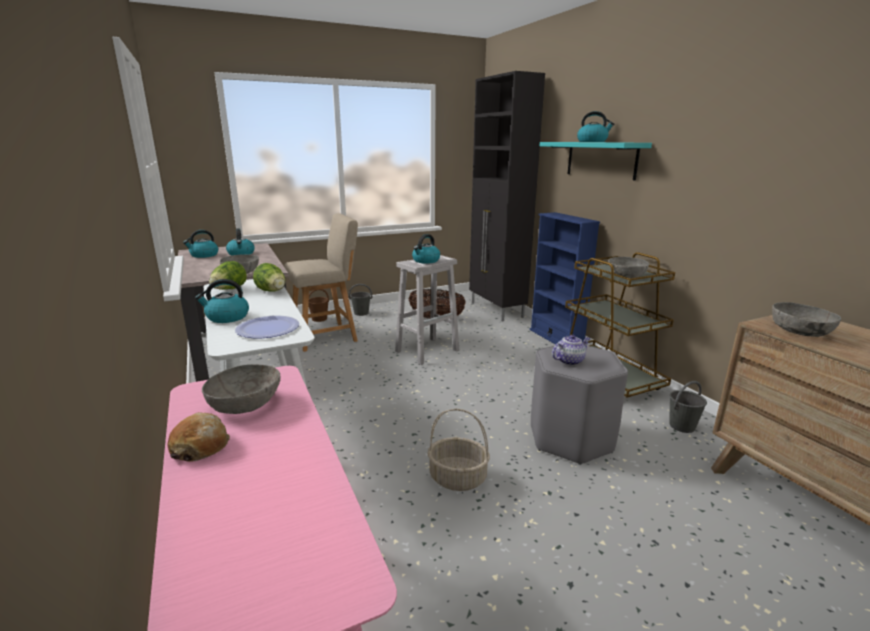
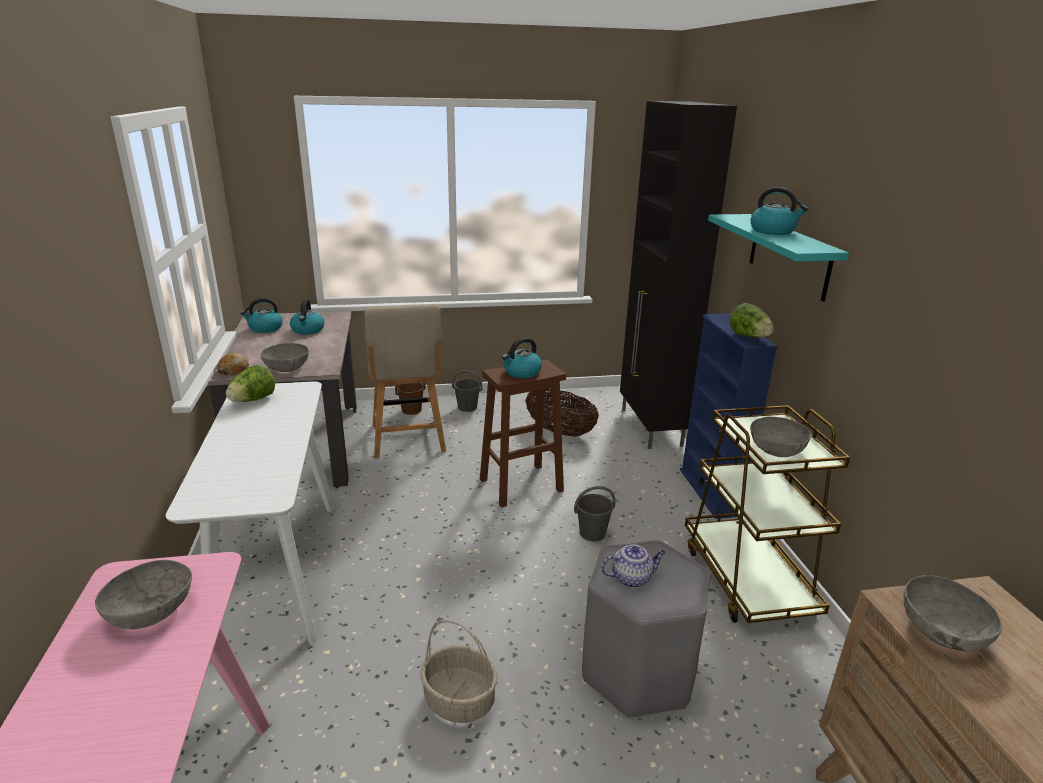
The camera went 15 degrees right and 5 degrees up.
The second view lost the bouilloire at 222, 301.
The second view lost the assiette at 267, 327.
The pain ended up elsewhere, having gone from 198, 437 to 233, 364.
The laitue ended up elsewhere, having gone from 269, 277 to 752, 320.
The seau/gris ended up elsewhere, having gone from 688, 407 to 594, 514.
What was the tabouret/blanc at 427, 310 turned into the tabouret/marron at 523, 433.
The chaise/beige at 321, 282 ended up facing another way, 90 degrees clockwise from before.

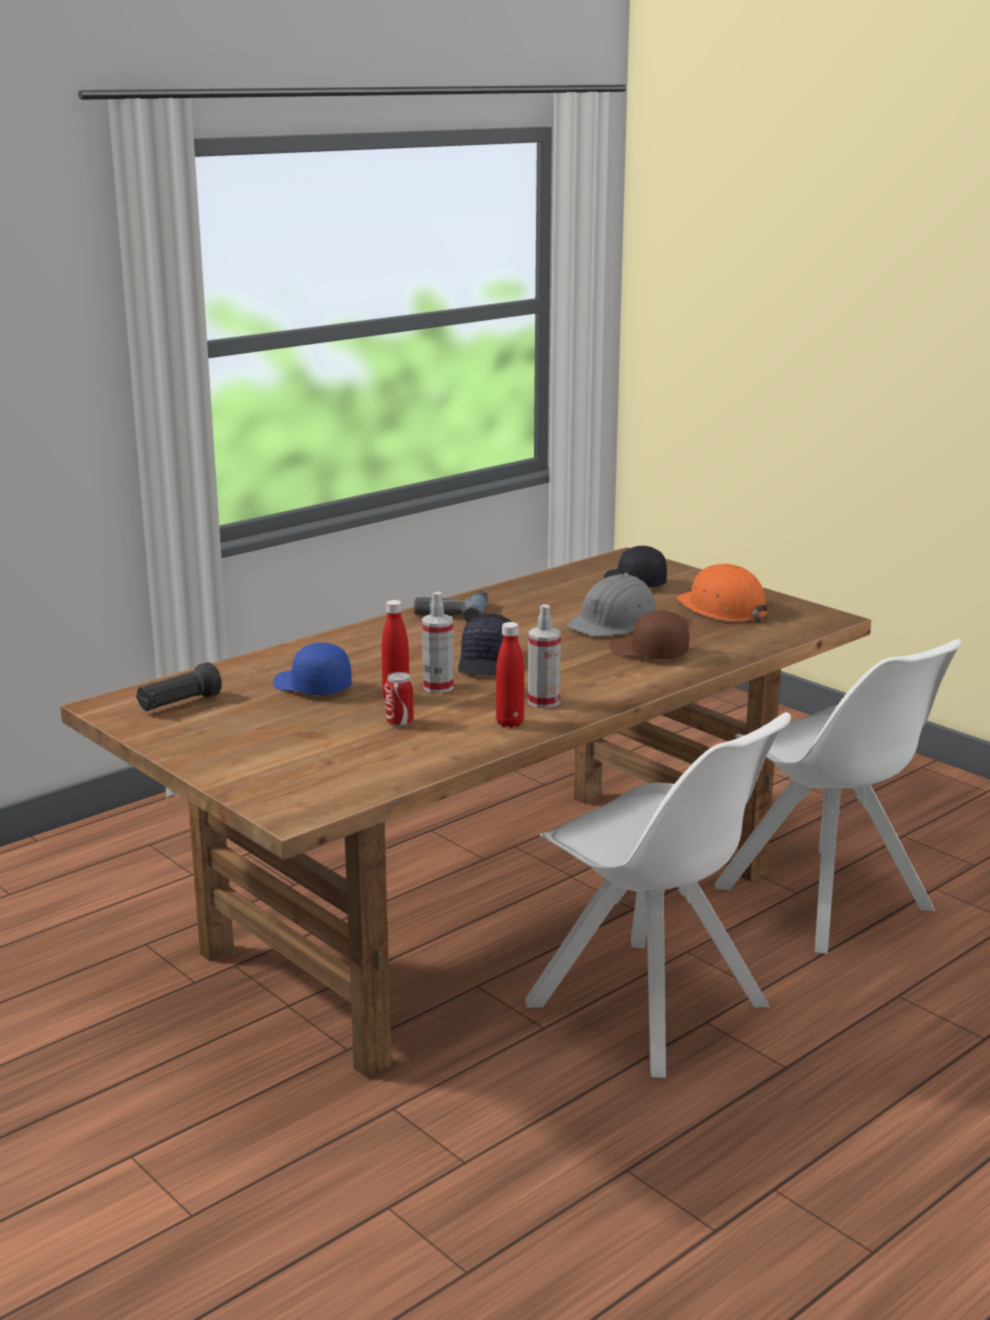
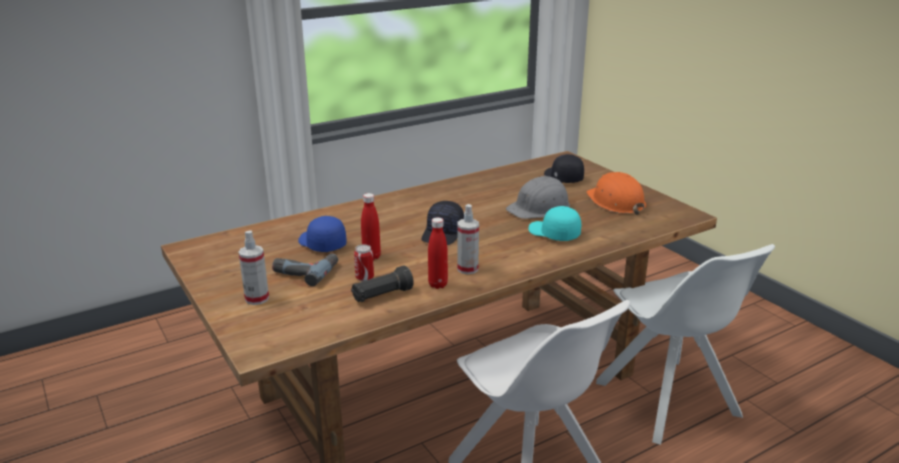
The camera went 10 degrees right and 5 degrees up.
The lampe de poche/noir ended up elsewhere, having gone from 179, 686 to 382, 284.
The perceuse ended up elsewhere, having gone from 451, 606 to 305, 269.
The vaporisateur ended up elsewhere, having gone from 438, 642 to 253, 267.
What was the casquette/marron at 649, 634 turned into the casquette/turquoise at 554, 223.

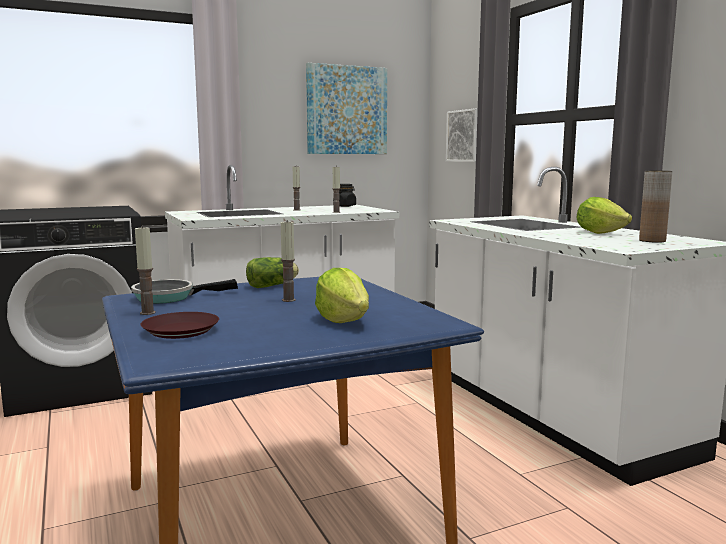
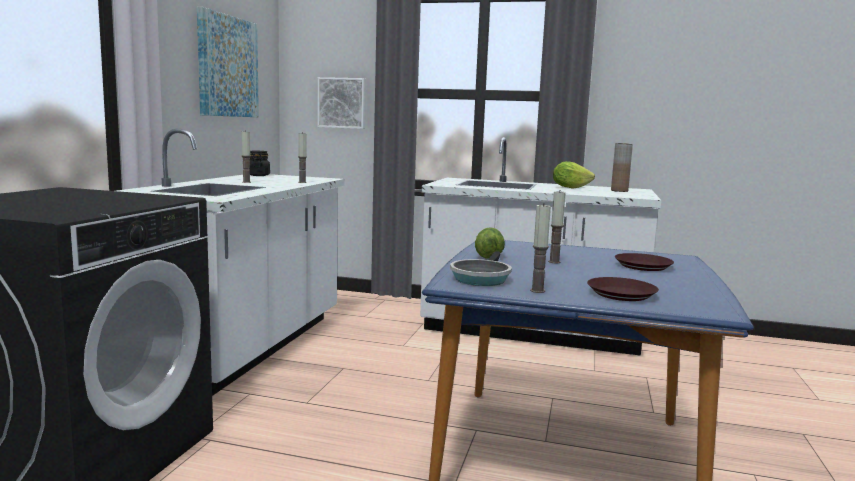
The camera went 50 degrees left and 0 degrees up.
Where the laitue stood at 342, 295, the assiette/marron came to stand at 644, 262.

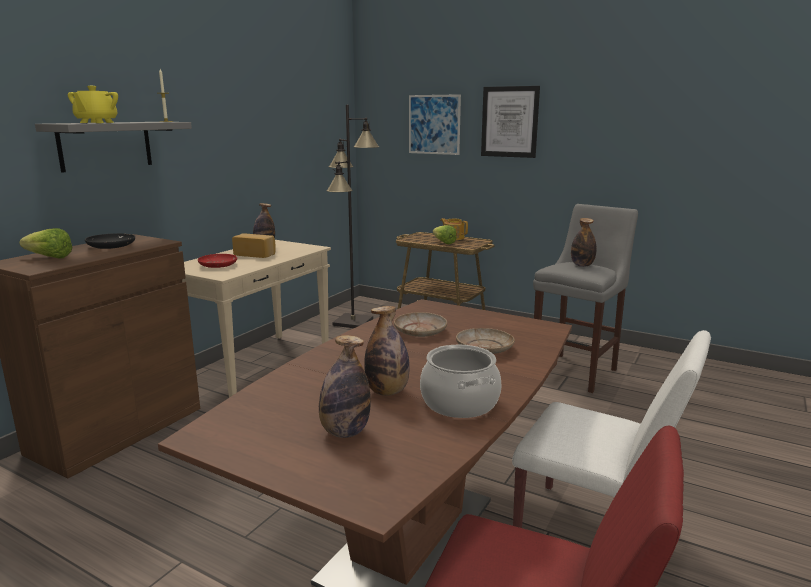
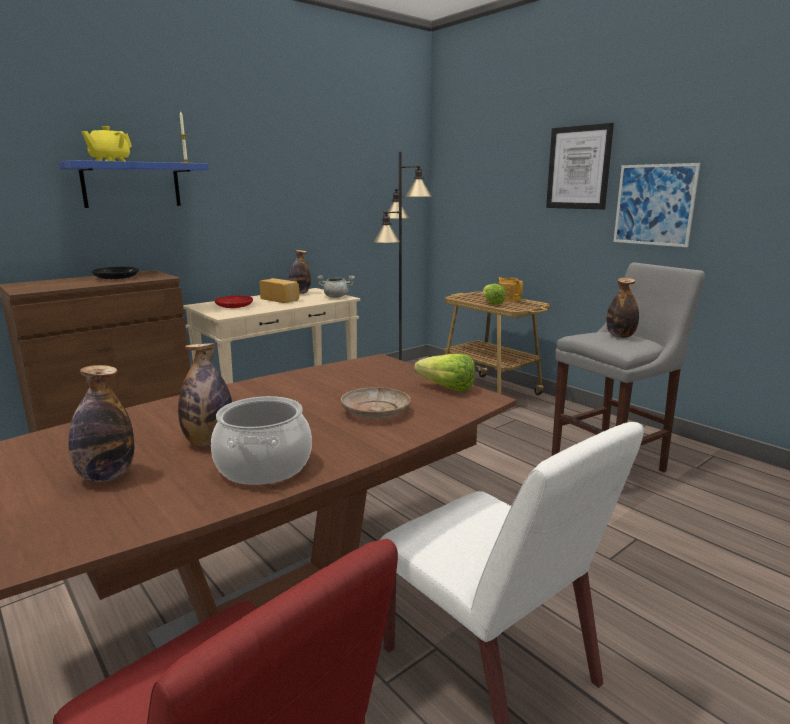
The camera went 20 degrees right and 0 degrees up.
The second view lost the assiette/beige at 420, 324.
The second view gained the marmite/gris at 336, 286.
The laitue ended up elsewhere, having gone from 46, 243 to 444, 373.
The tableau ended up elsewhere, having gone from 435, 124 to 656, 205.
What was the étagère/gris at 113, 147 turned into the étagère/bleu at 134, 184.

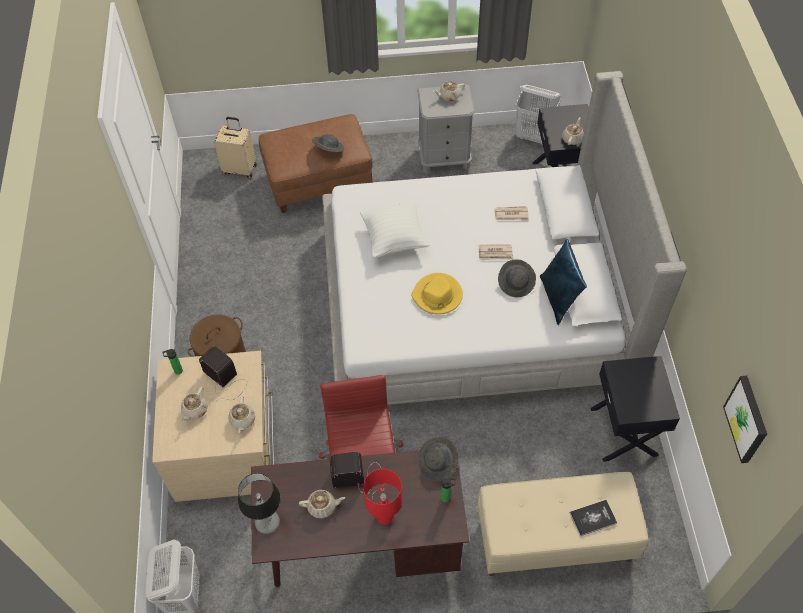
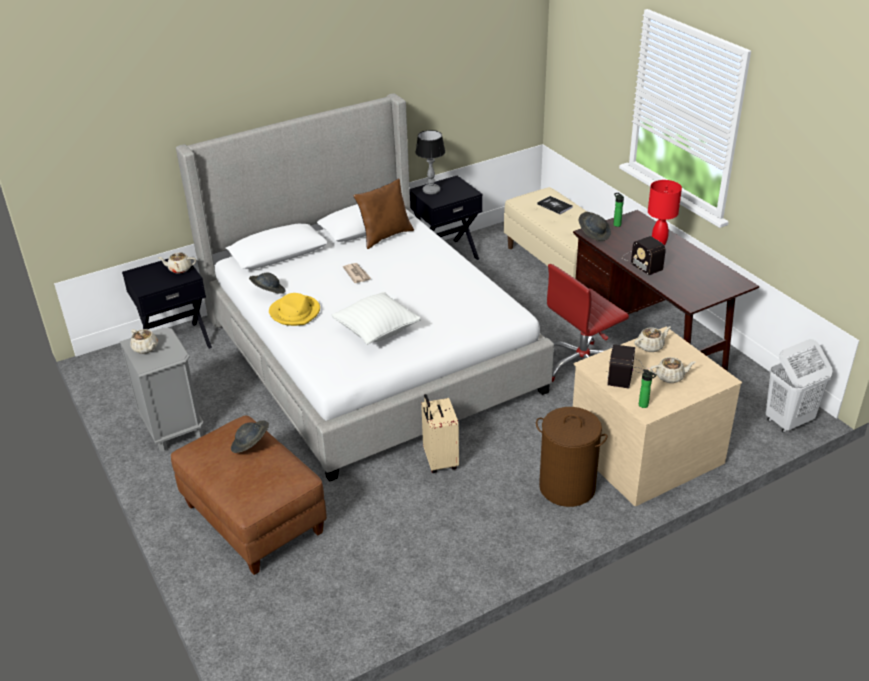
The camera went 115 degrees left and 20 degrees down.
The second view lost the théière/beige at 322, 504.
The second view lost the journal at 511, 212.
The second view lost the panier à linge/blanc at 538, 115.
The second view lost the tableau at 745, 419.
The valise/beige ended up elsewhere, having gone from 235, 147 to 440, 433.
The lampe de table ended up elsewhere, having gone from 259, 503 to 430, 162.
The chapeau/jaune ended up elsewhere, having gone from 437, 294 to 294, 309.
The chapeau/gris ended up elsewhere, having gone from 517, 278 to 267, 283.
What was the coussin/bleu at 563, 282 turned into the coussin/marron at 383, 213.

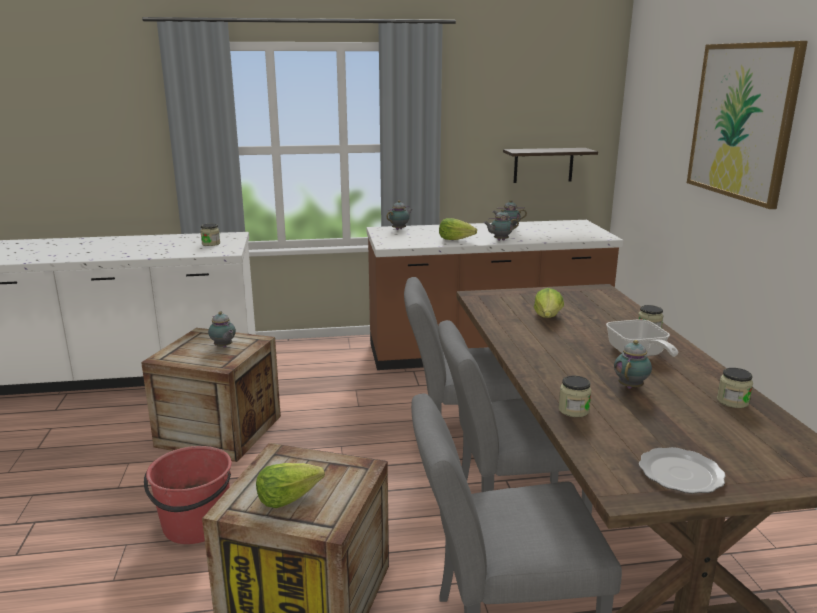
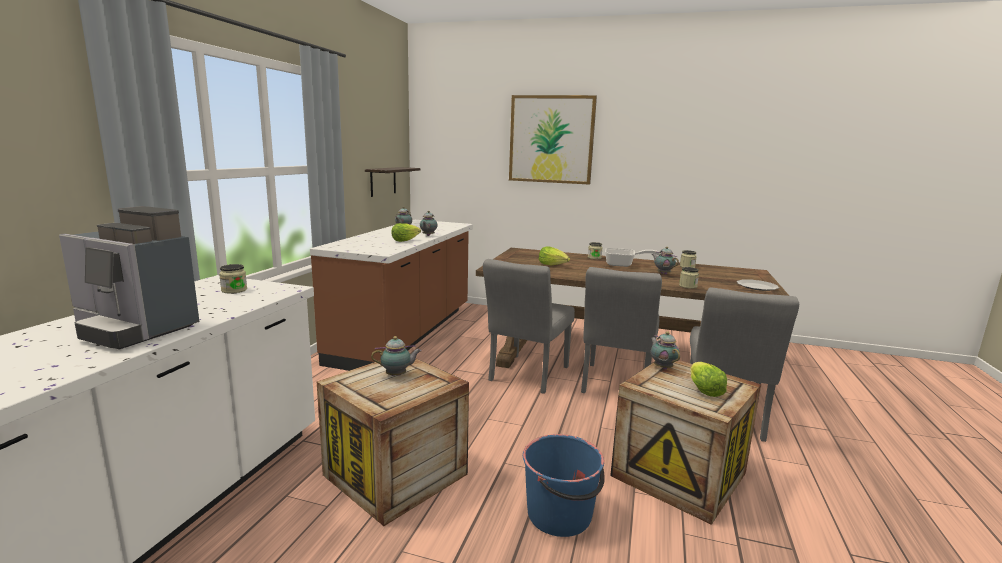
The camera went 65 degrees left and 5 degrees down.
The second view gained the machine à café at 129, 278.
The théière ended up elsewhere, having gone from 400, 215 to 665, 350.
What was the seau/rouge at 188, 495 turned into the seau/bleu at 564, 485.

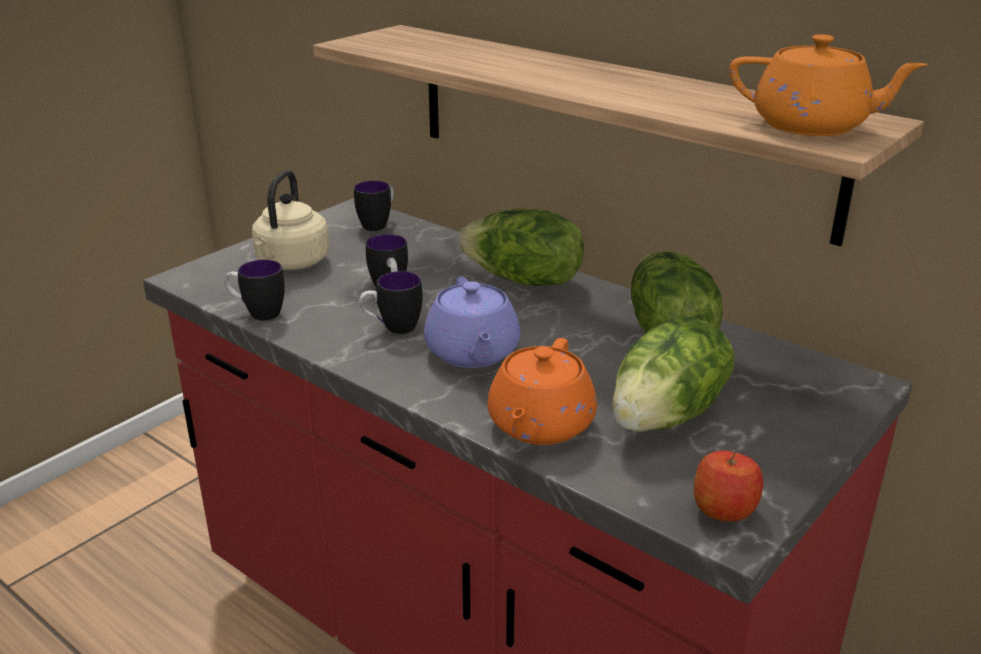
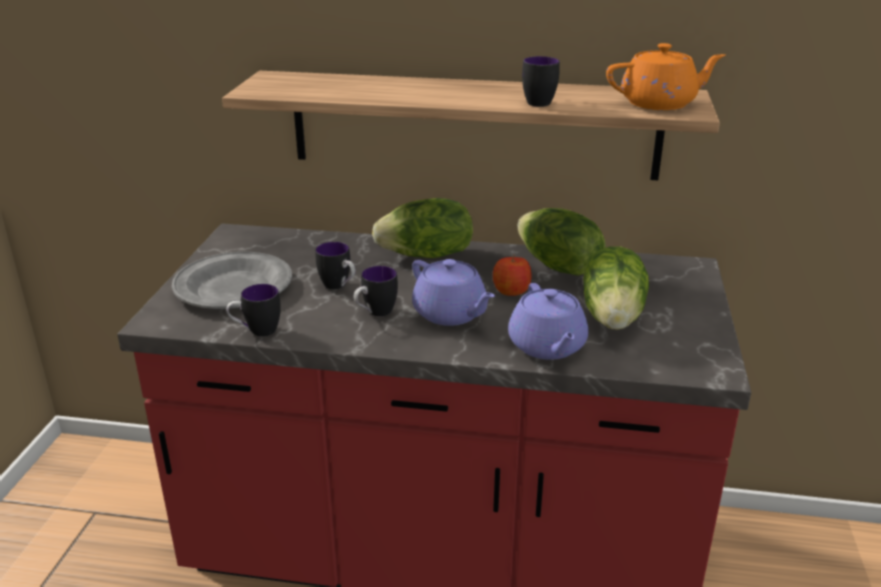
The camera went 30 degrees left and 0 degrees up.
The mug ended up elsewhere, having gone from 374, 206 to 541, 81.
The pomme ended up elsewhere, having gone from 728, 486 to 512, 276.
Where the bouilloire/beige stood at 291, 220, the assiette/gris came to stand at 232, 280.
What was the théière/orange at 542, 391 turned into the théière/violet at 548, 321.

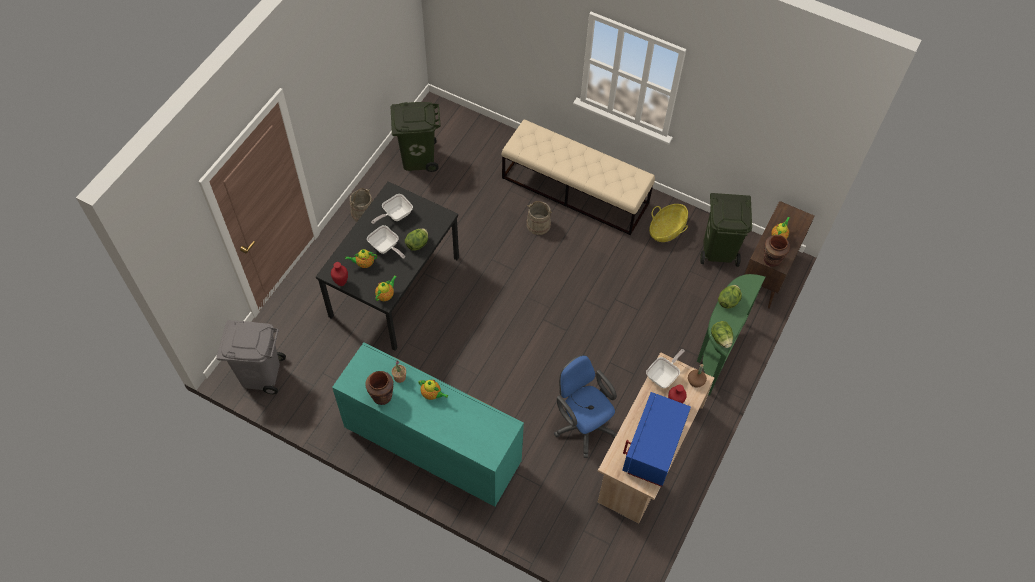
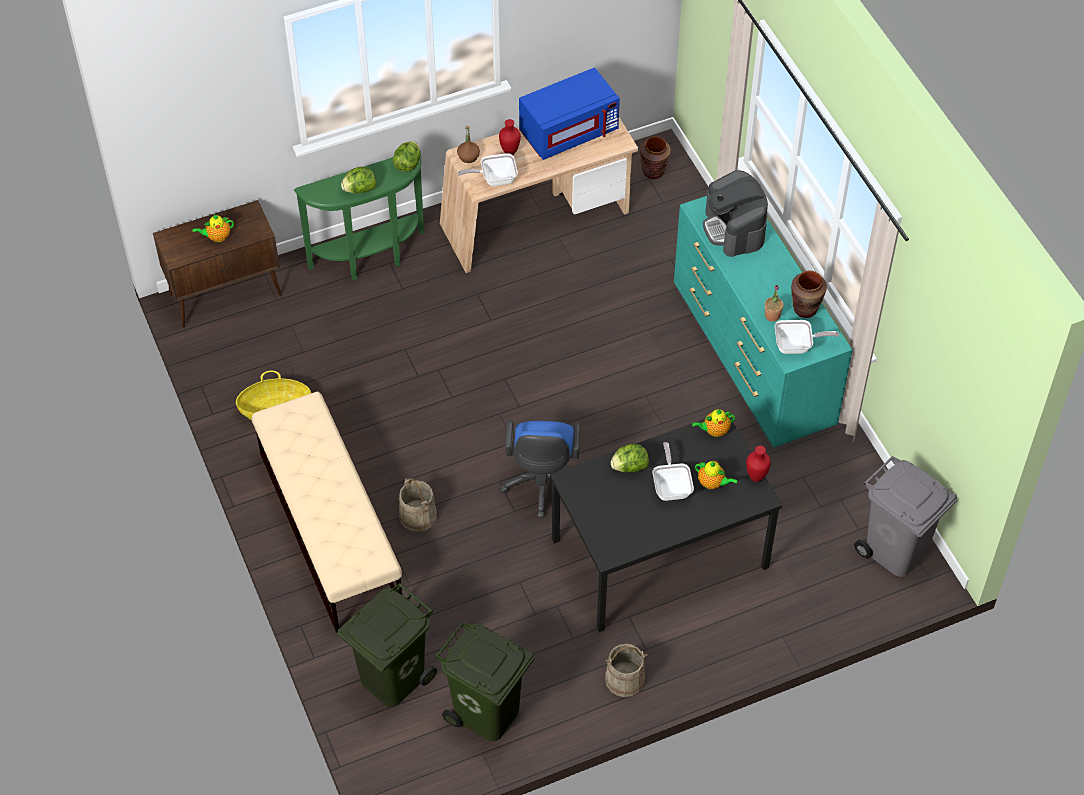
The camera went 140 degrees left and 5 degrees down.
The second view lost the théière at 433, 390.
The second view gained the machine à café at 735, 213.
The poêle ended up elsewhere, having gone from 392, 209 to 807, 337.
The chaise de bureau/bleu ended up elsewhere, having gone from 585, 406 to 540, 469.
The poubelle/vert ended up elsewhere, having gone from 726, 230 to 387, 645.
The vase/marron ended up elsewhere, having gone from 777, 251 to 655, 157.

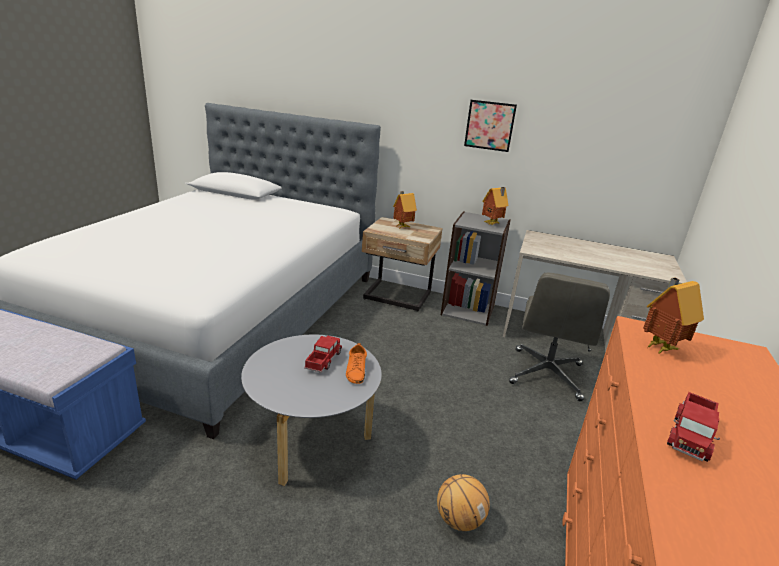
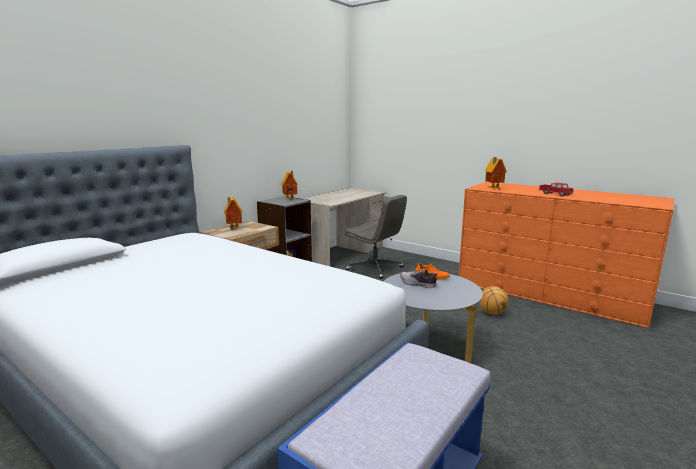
The camera went 70 degrees left and 10 degrees down.
The second view lost the tableau at 490, 126.
Where the camion jouet stood at 323, 354, the chaussure came to stand at 419, 278.

